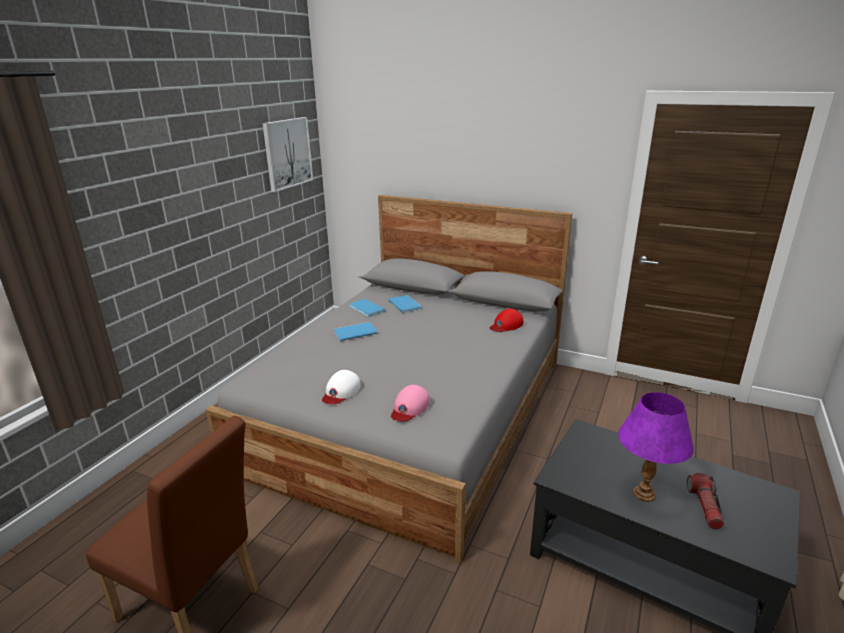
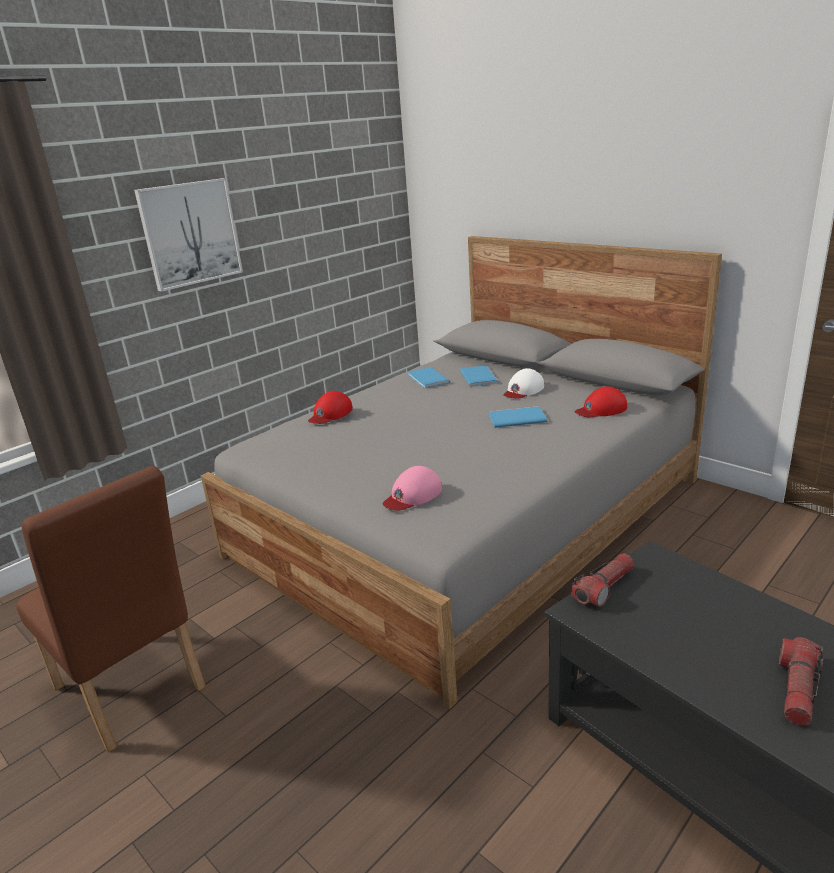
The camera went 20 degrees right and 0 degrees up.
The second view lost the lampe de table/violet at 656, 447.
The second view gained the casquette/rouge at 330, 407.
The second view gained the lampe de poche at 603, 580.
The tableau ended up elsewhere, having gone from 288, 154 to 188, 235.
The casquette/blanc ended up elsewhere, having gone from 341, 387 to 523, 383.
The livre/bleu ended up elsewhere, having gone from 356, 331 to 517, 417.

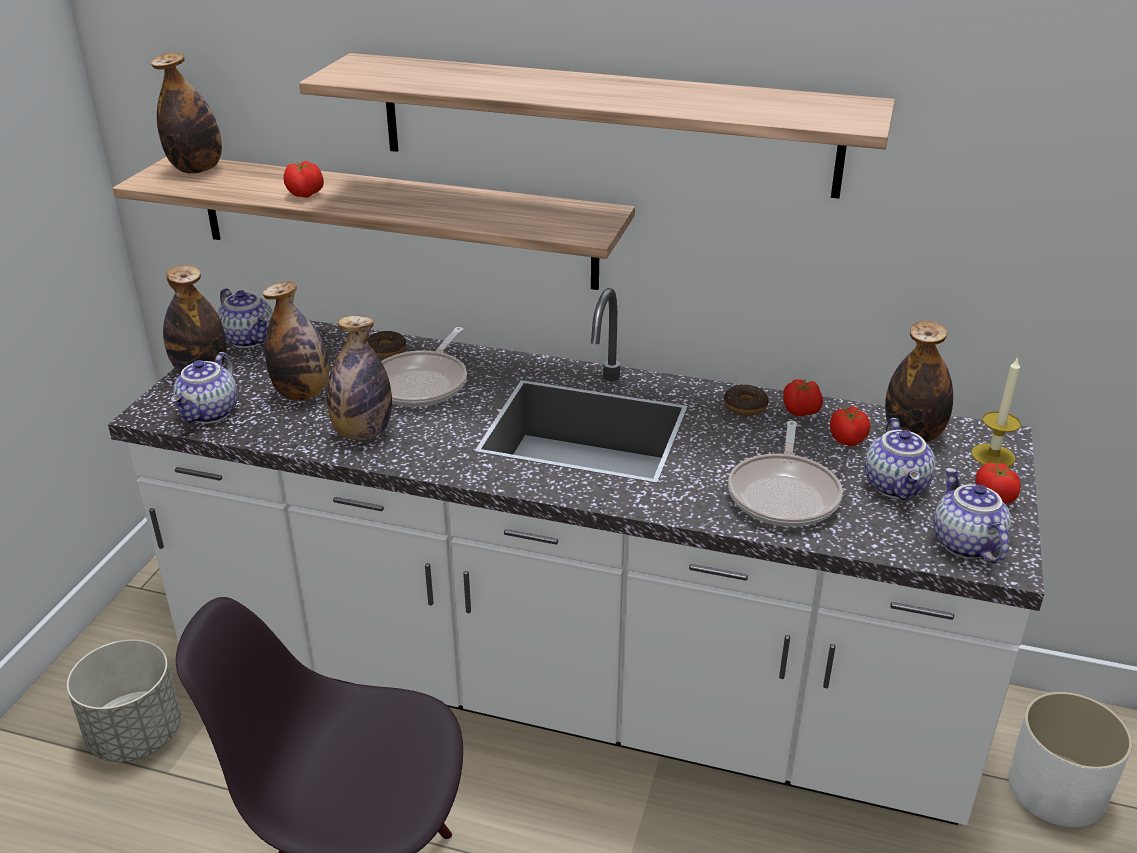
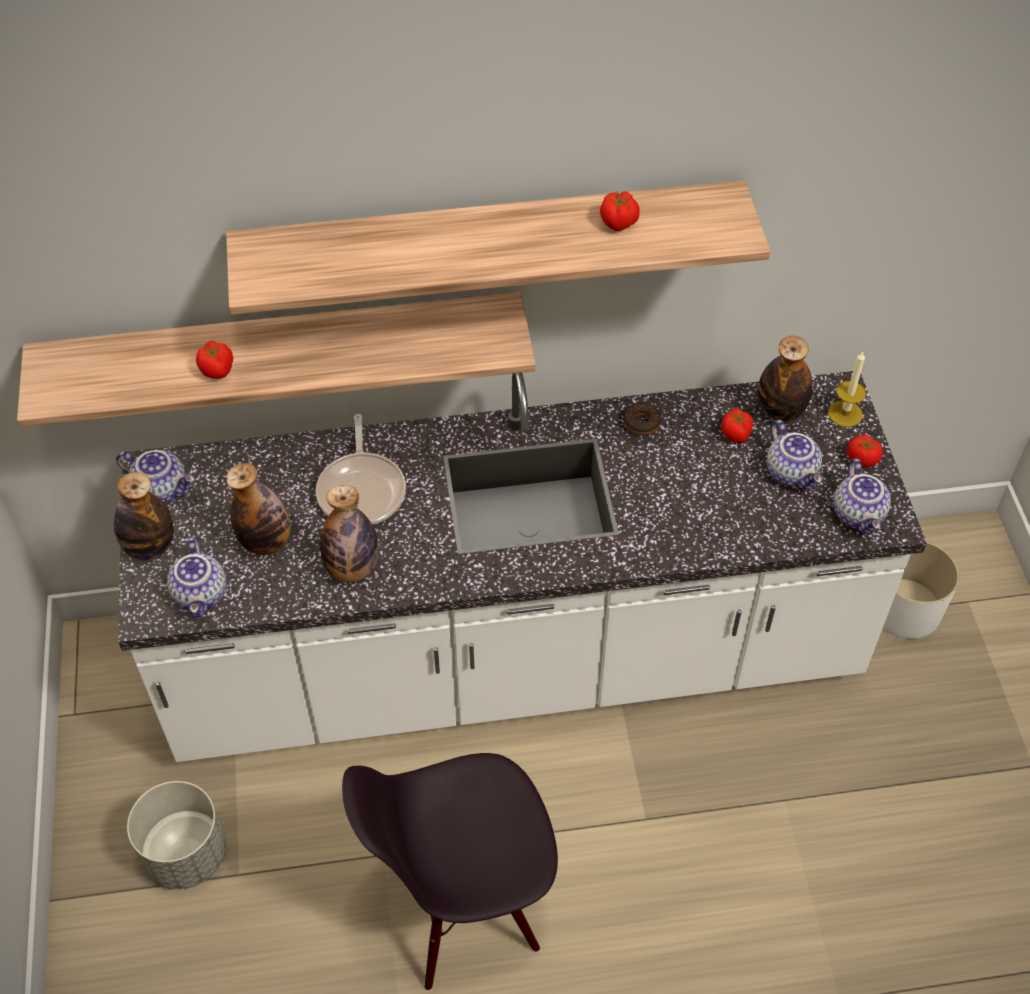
The camera went 25 degrees left and 20 degrees up.
The second view lost the bouteille at 186, 113.
The second view lost the beignet at 386, 344.
The second view lost the poêle at 785, 474.
The tomate ended up elsewhere, having gone from 803, 398 to 620, 211.
The théière at 972, 515 ended up facing another way, 150 degrees counterclockwise from before.

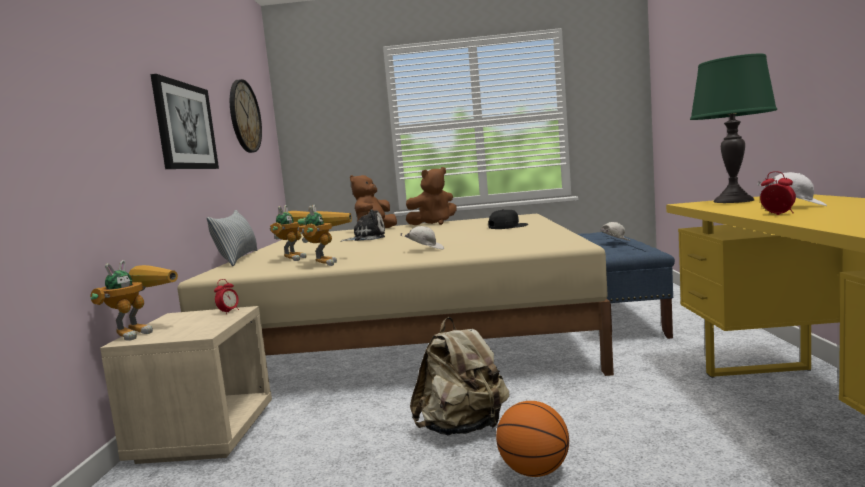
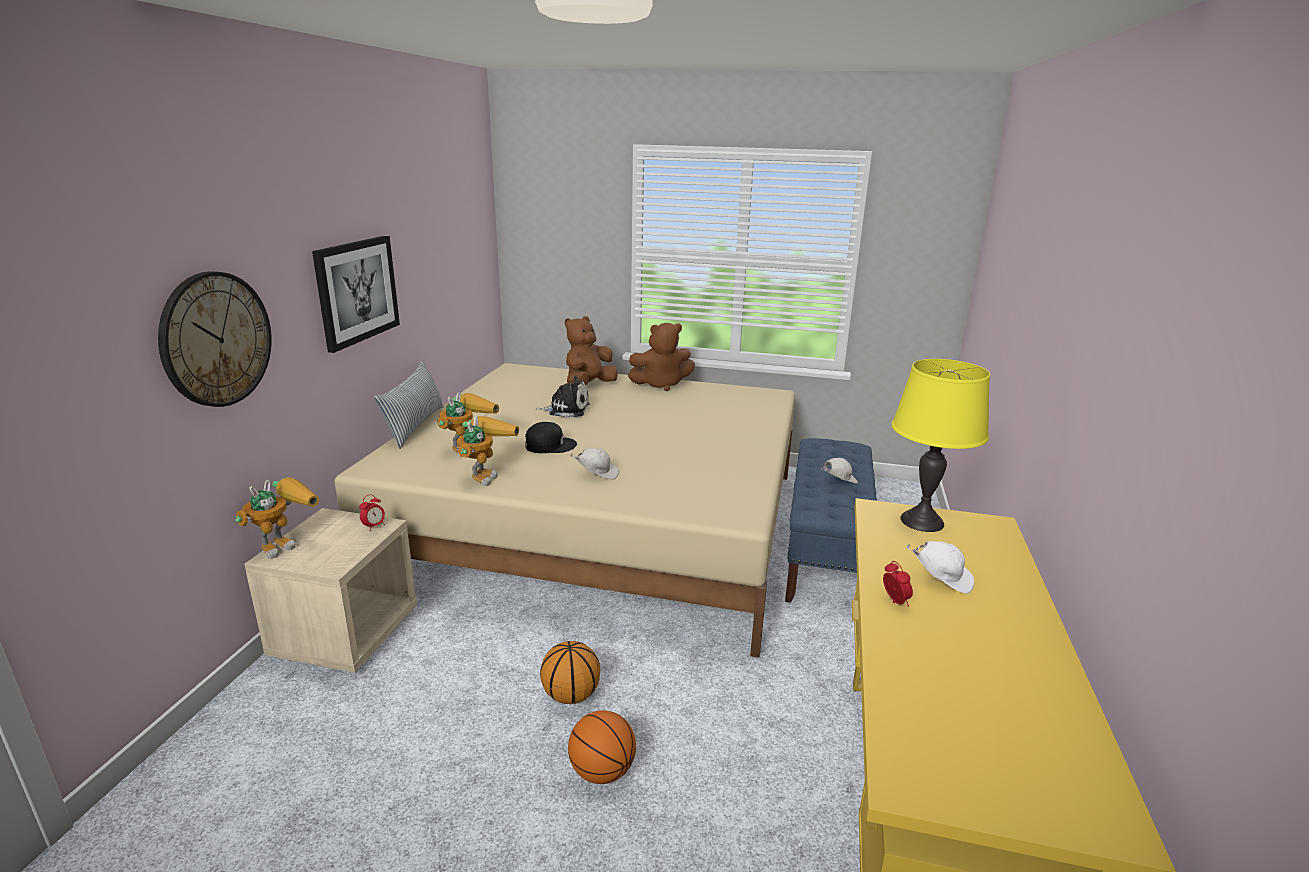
The camera went 10 degrees right and 15 degrees up.
The horloge murale ended up elsewhere, having gone from 246, 116 to 214, 339.
The casquette/noir ended up elsewhere, having gone from 508, 219 to 551, 437.
Where the sac à dos/beige stood at 459, 376, the ballon de basket came to stand at 570, 672.
What was the lampe de table/vert at 733, 128 turned into the lampe de table/jaune at 940, 445.

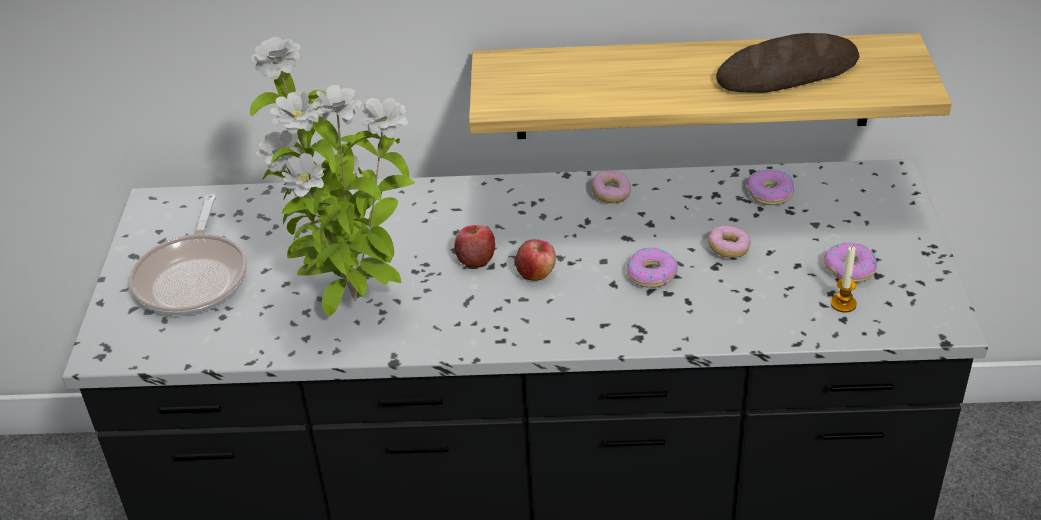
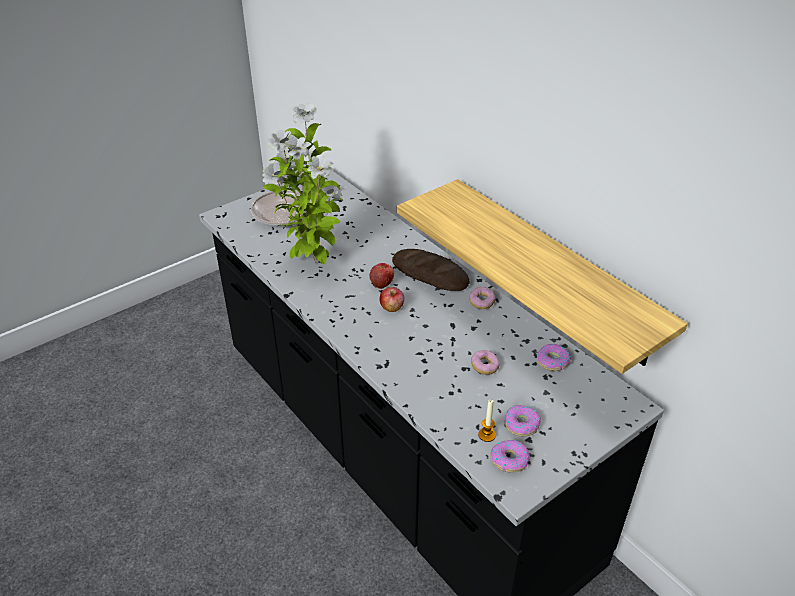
The camera went 50 degrees right and 0 degrees up.
The beignet ended up elsewhere, having gone from 652, 267 to 510, 456.
The pain ended up elsewhere, having gone from 787, 63 to 431, 270.

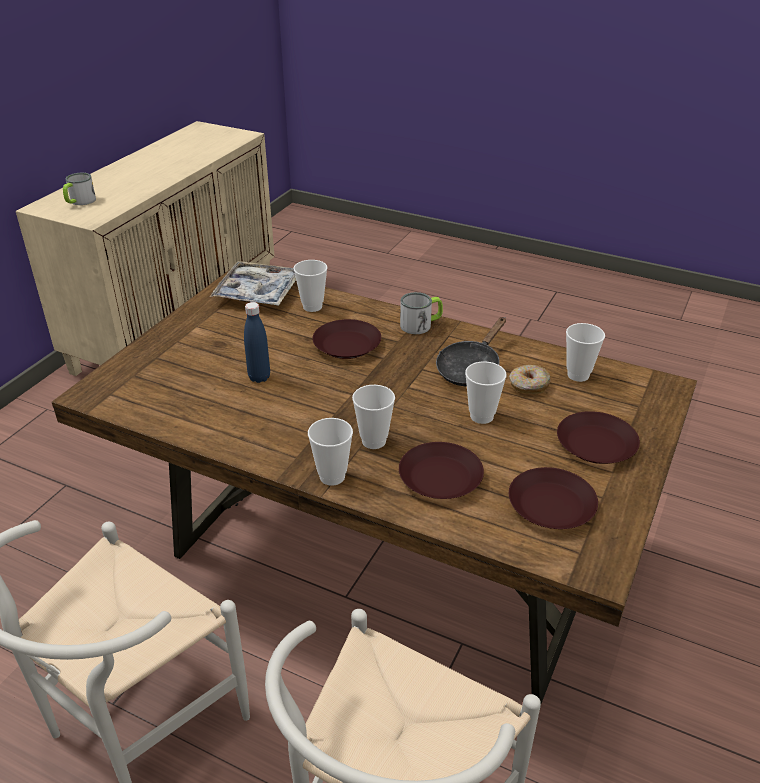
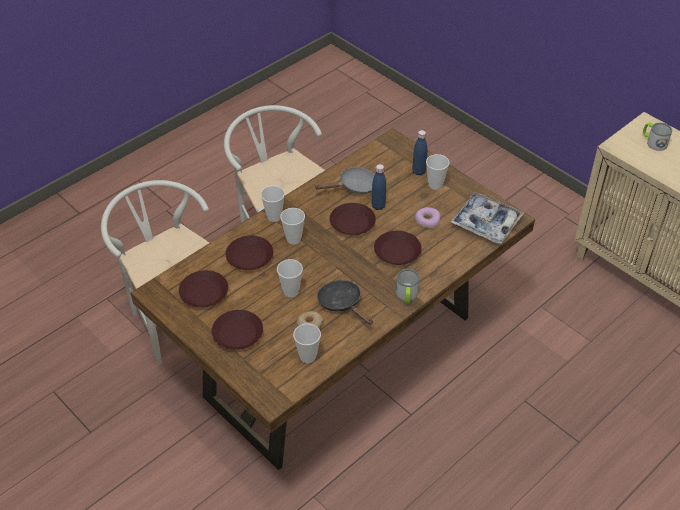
The camera went 110 degrees right and 10 degrees up.
The second view gained the poêle/gris at 344, 180.
The second view gained the assiette/marron at 353, 219.
The second view gained the bouteille/bleu at 419, 152.
The second view gained the beignet at 427, 218.
The tasse ended up elsewhere, having gone from 310, 286 to 437, 172.

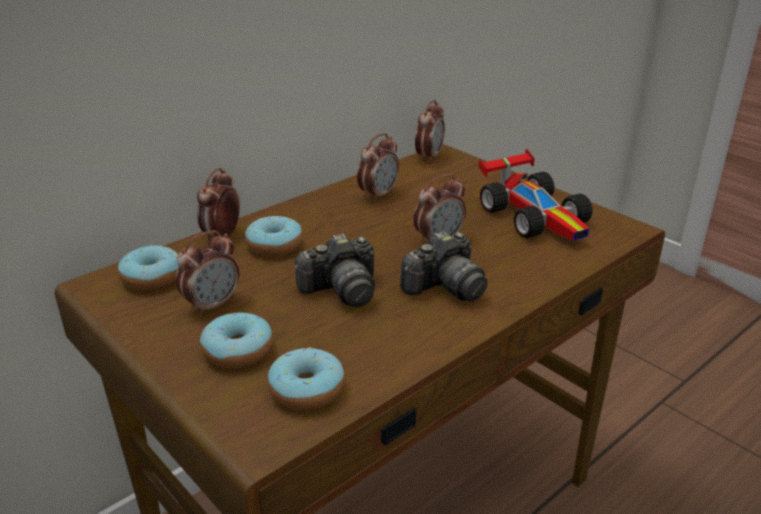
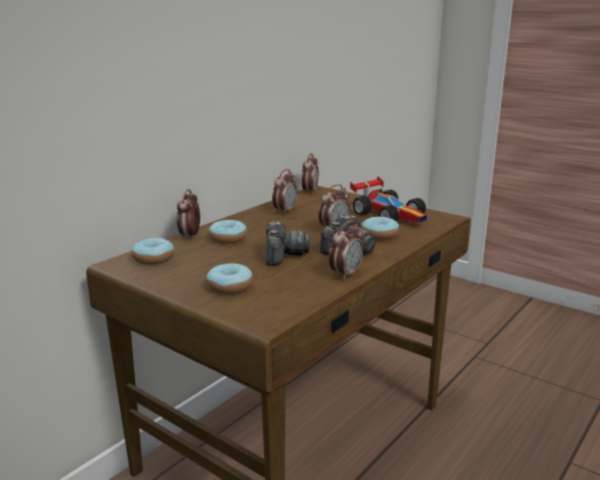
The camera went 10 degrees left and 10 degrees down.
The réveil ended up elsewhere, having gone from 207, 273 to 346, 250.
The beignet ended up elsewhere, having gone from 306, 378 to 380, 228.
The appareil photo at 334, 270 ended up facing another way, 60 degrees counterclockwise from before.

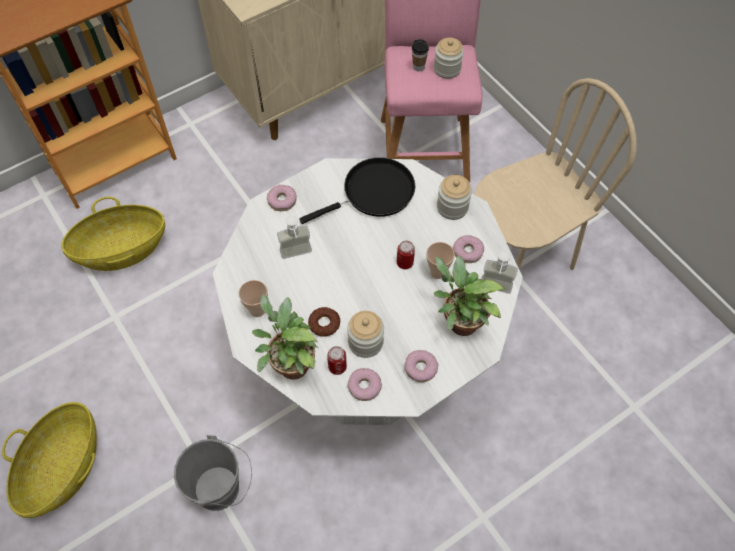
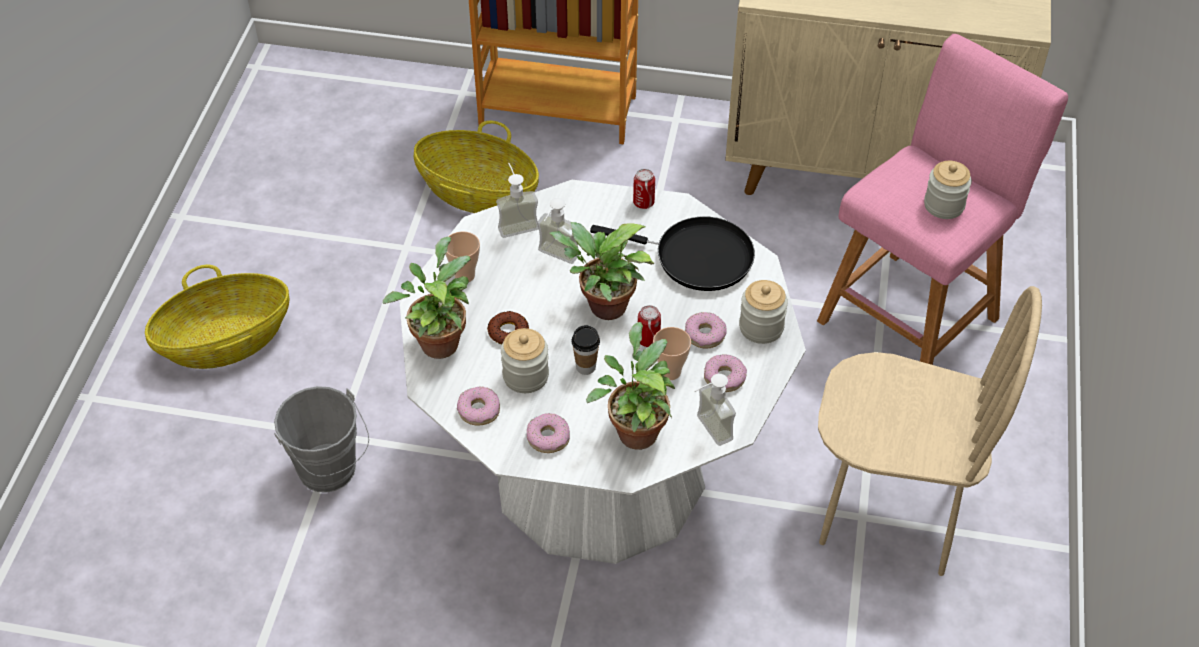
The camera went 45 degrees right and 10 degrees down.
The second view gained the distributeur de savon at 517, 200.
The second view gained the plante en pot at 601, 271.
The beignet ended up elsewhere, having gone from 282, 198 to 706, 330.
The boîte métallique ended up elsewhere, having gone from 337, 360 to 644, 189.
The tasse ended up elsewhere, having gone from 420, 55 to 586, 350.

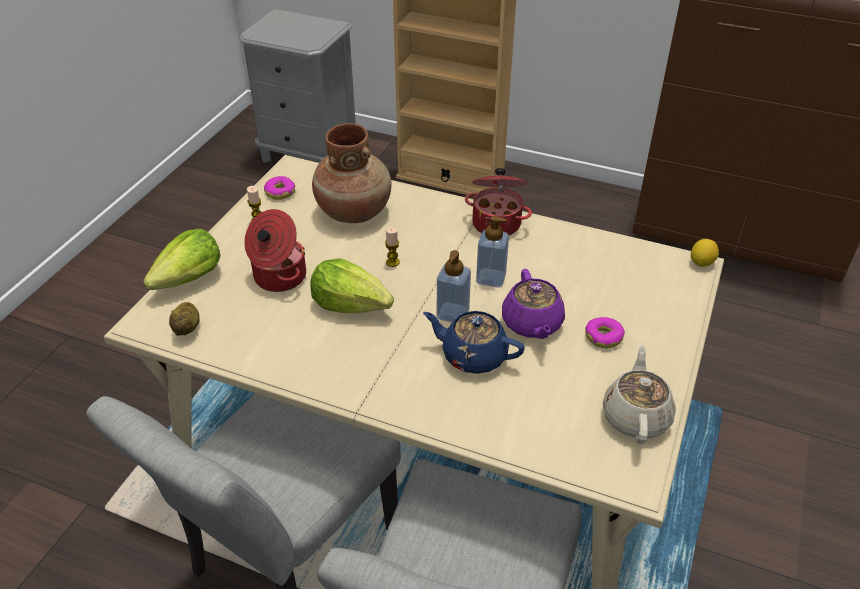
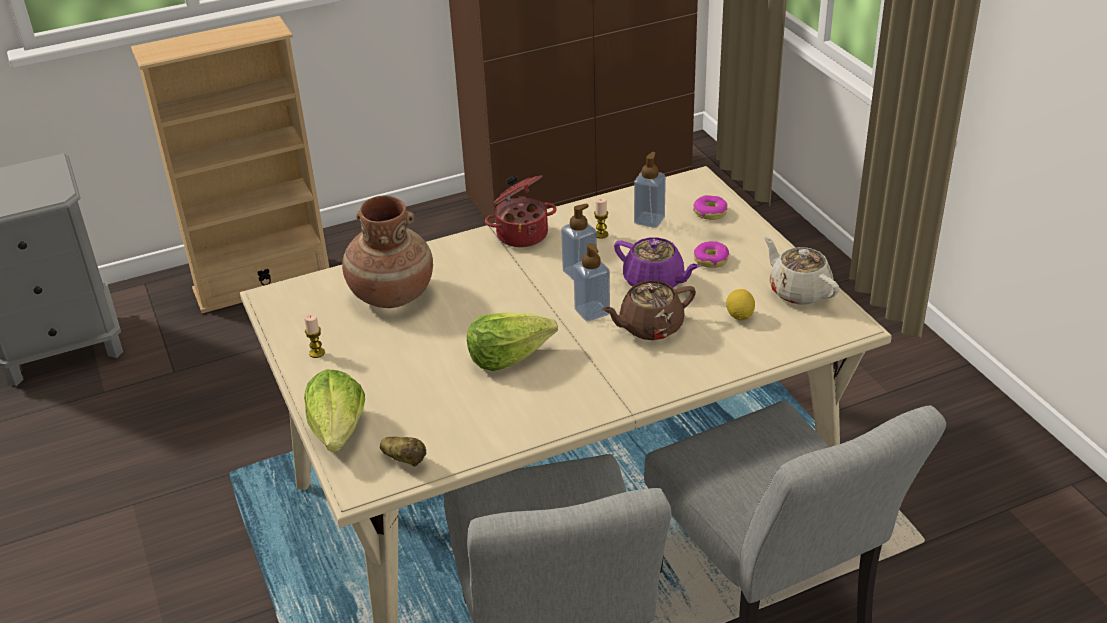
The camera went 45 degrees left and 5 degrees down.
The second view lost the marmite at 275, 250.
The second view gained the distributeur de savon at 650, 190.
The beignet ended up elsewhere, having gone from 279, 188 to 710, 207.
The bougie ended up elsewhere, having gone from 392, 247 to 601, 218.
The citron ended up elsewhere, having gone from 705, 253 to 740, 305.
What was the théière/bleu at 474, 342 turned into the théière/marron at 648, 310.

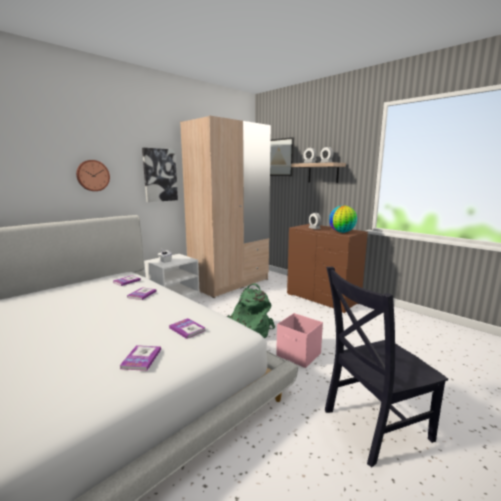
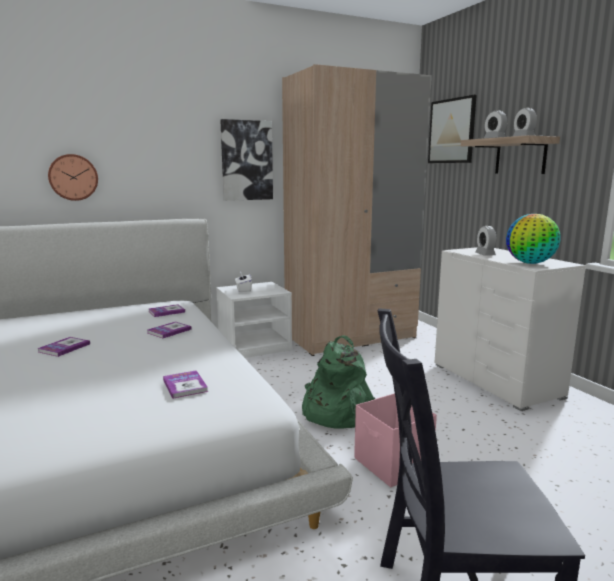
The camera went 20 degrees right and 0 degrees up.
The horloge murale ended up elsewhere, having gone from 93, 175 to 73, 177.
The livre ended up elsewhere, having gone from 140, 358 to 63, 347.
What was the commode/marron at 327, 268 turned into the commode/blanc at 510, 329.

